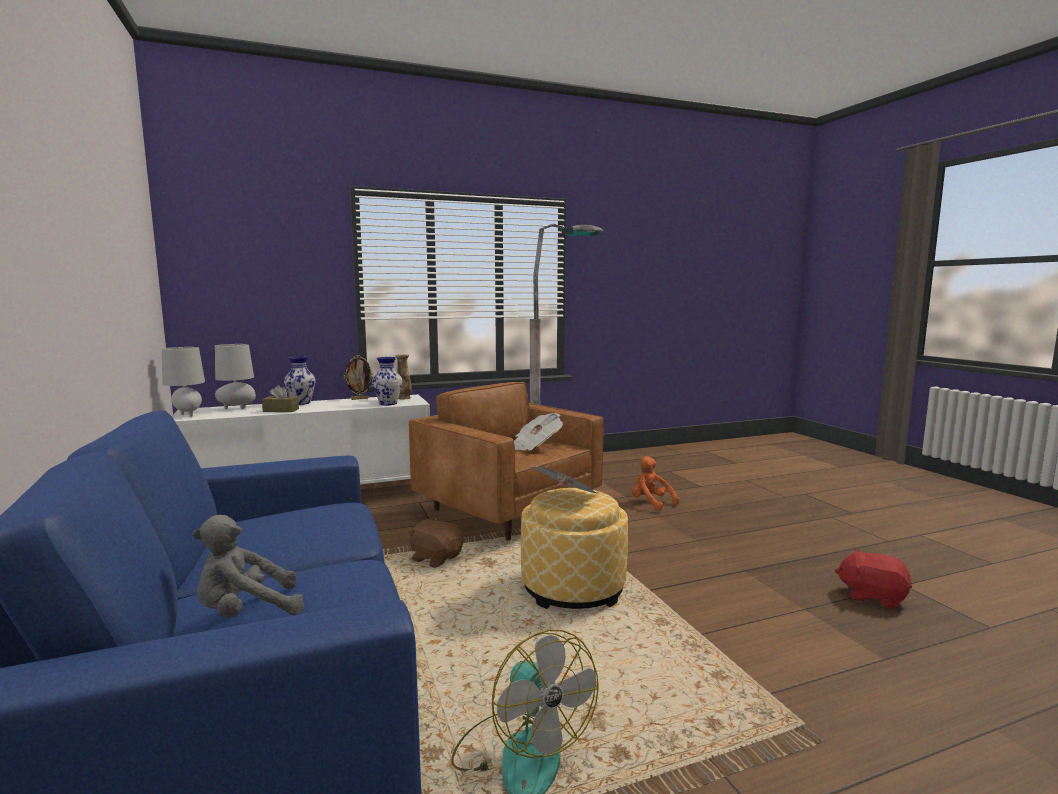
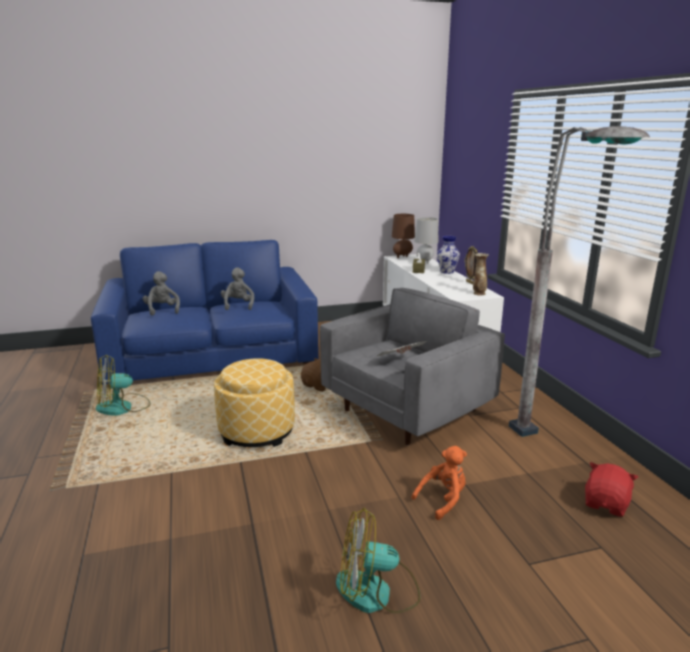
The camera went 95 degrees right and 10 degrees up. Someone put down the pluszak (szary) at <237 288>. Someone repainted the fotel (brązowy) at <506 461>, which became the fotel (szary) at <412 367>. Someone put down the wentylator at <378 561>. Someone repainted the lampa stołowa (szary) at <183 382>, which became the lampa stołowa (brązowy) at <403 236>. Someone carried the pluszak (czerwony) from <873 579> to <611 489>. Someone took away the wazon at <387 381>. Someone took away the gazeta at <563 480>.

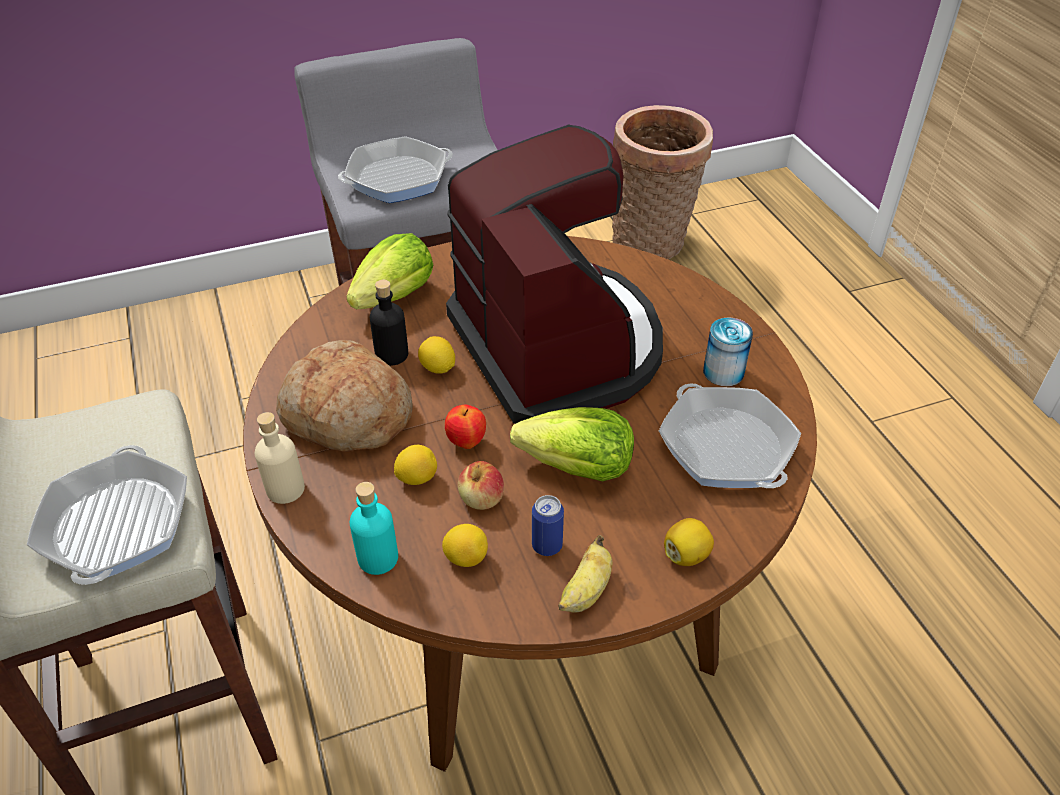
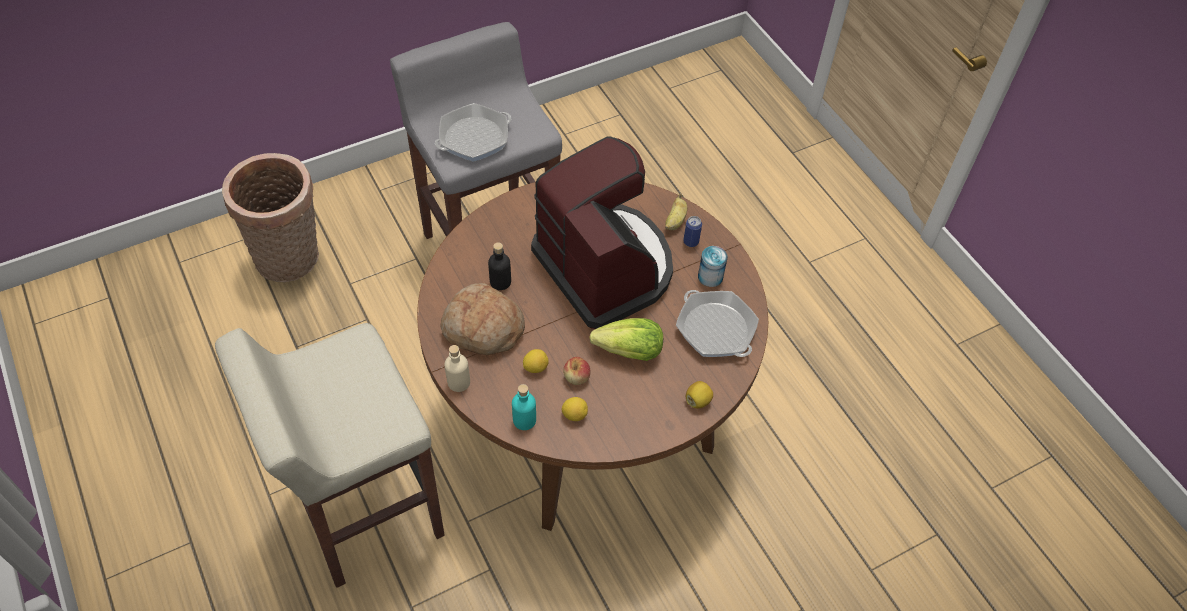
The camera went 10 degrees left and 10 degrees up. Someone carried the koszyk from <662 182> to <270 217>. Someone carried the banan from <585 573> to <676 212>. Someone carried the puszka from <548 525> to <692 231>. Someone took away the patelnia at <107 515>. Someone took away the sałata at <389 271>. Someone took away the cytryna at <436 355>. Someone took away the jabłko at <465 426>.

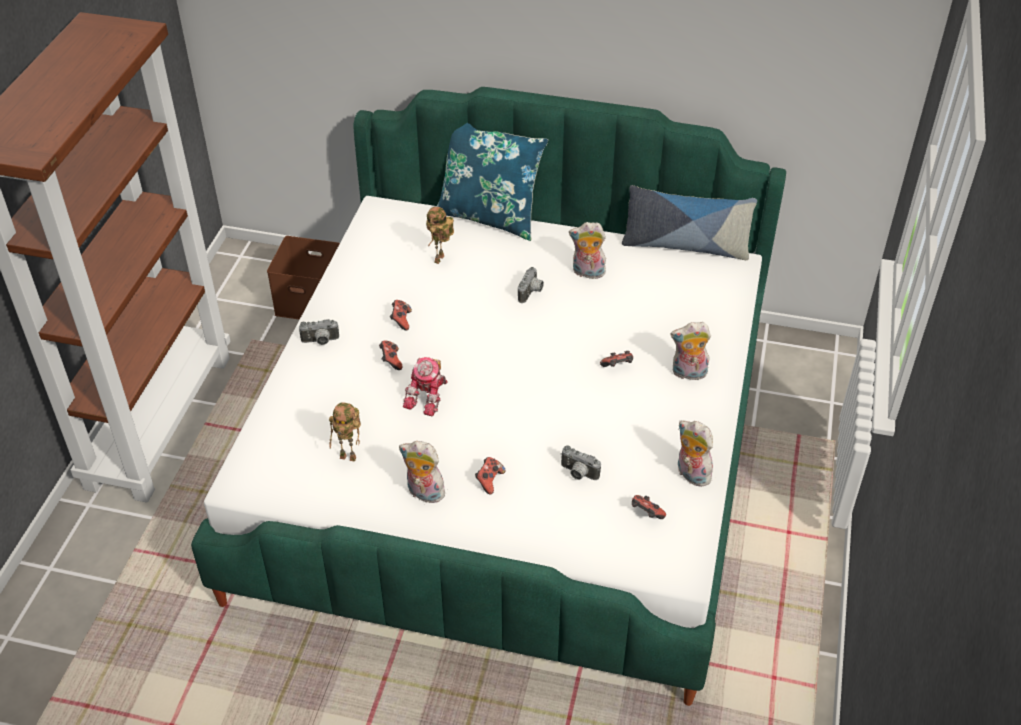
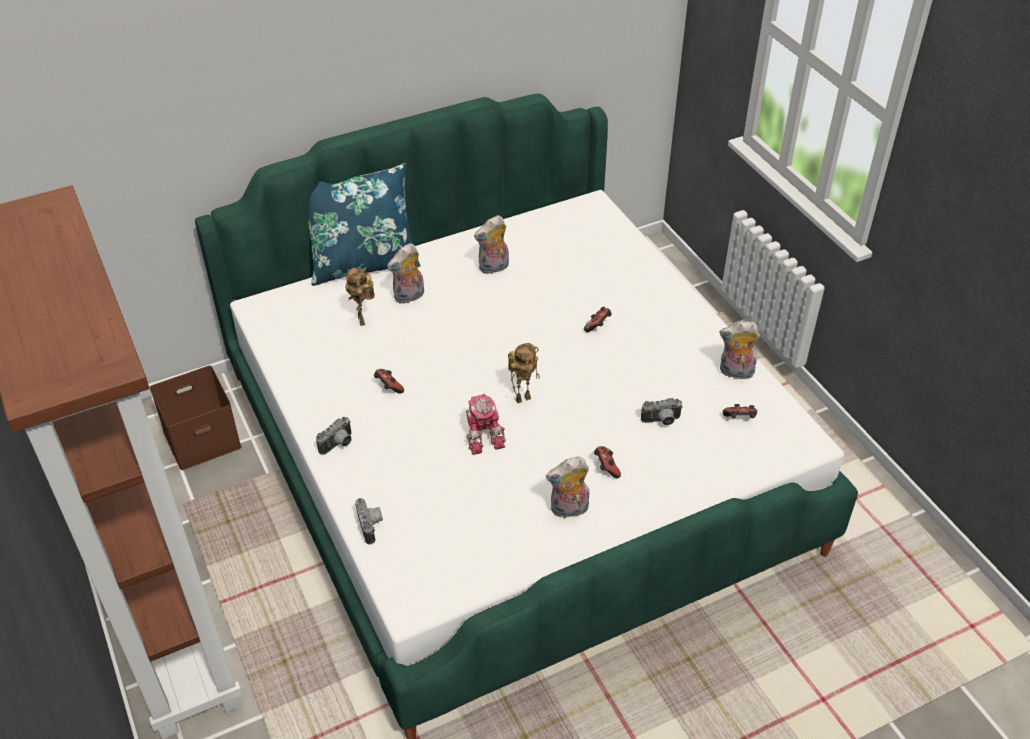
The camera went 40 degrees left and 0 degrees up. Someone carried the aparat fotograficzny from <531 285> to <369 521>. Someone carried the pluszak from <690 351> to <405 273>. Someone carried the robot zabawkowy from <345 432> to <524 373>. Someone took away the pad do gier at <391 355>. Someone took away the poduszka at <689 222>.

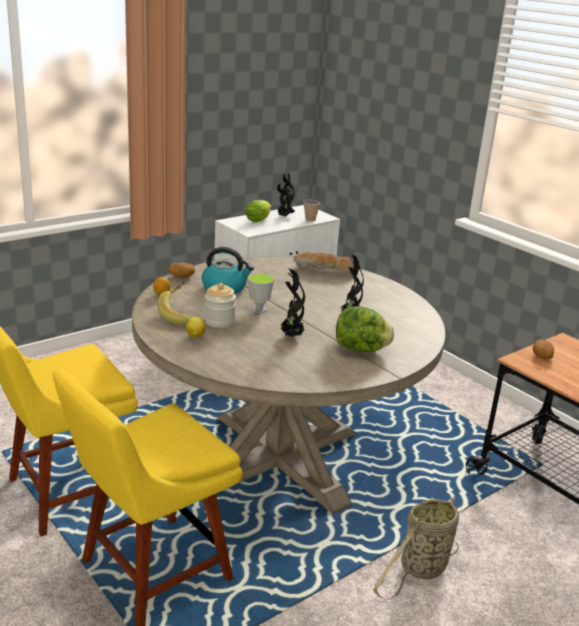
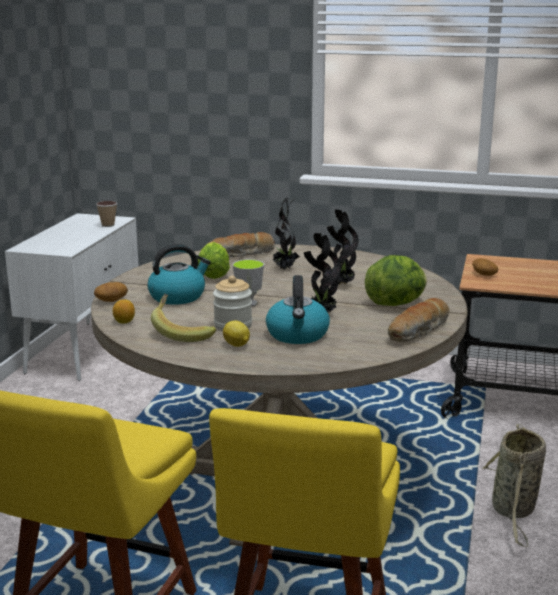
The camera went 35 degrees left and 5 degrees down. Someone carried the sałata from <258 211> to <213 260>. Someone put down the czajnik at <298 309>. Someone carried the roślina doniczkowa from <286 195> to <286 234>. Someone put down the chleb at <418 320>.

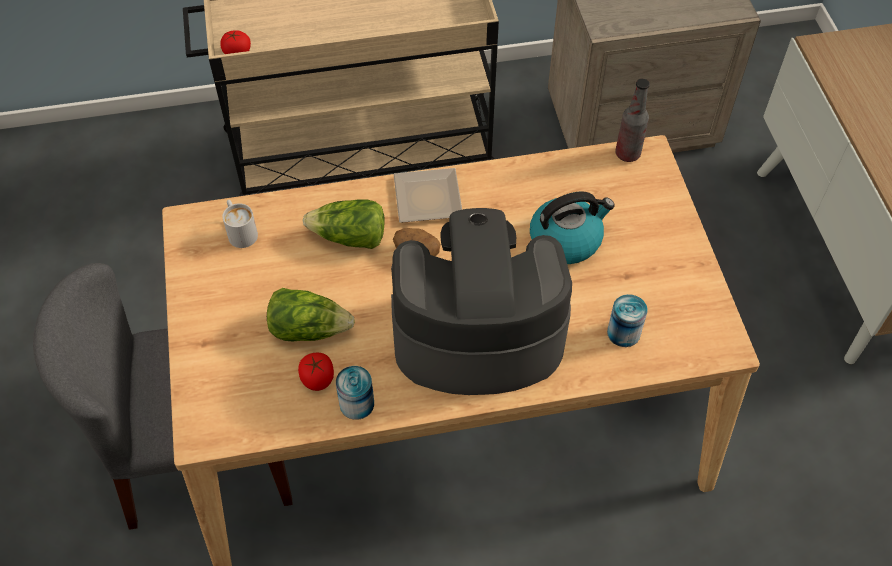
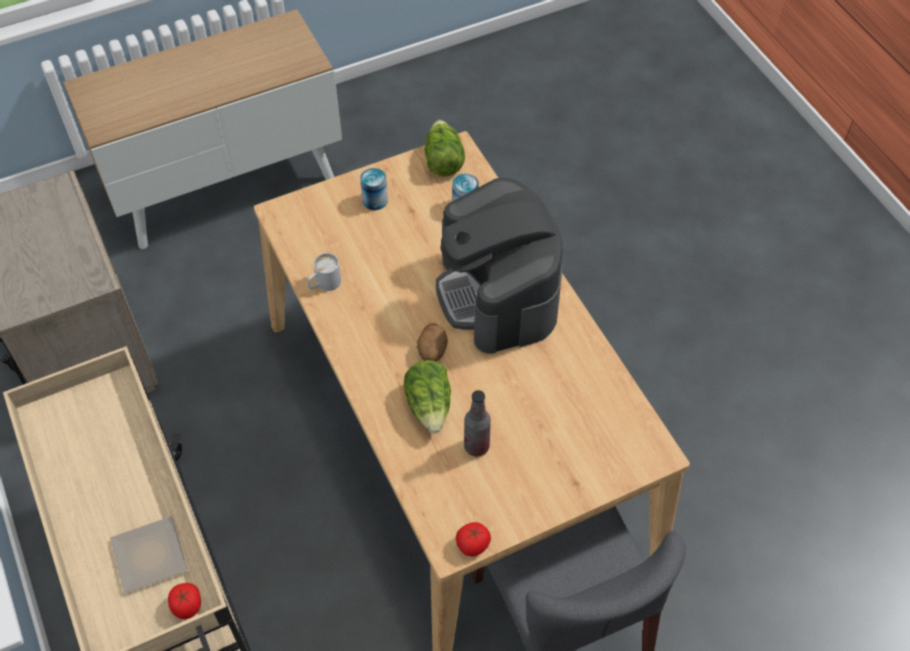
The camera went 105 degrees left and 0 degrees up. Someone carried the talerz from <427 195> to <148 554>. Someone carried the kubek (biały) from <240 224> to <324 272>. Someone carried the puszka from <355 393> to <374 189>. Someone carried the sałata from <311 314> to <444 148>. Someone carried the pomidor from <316 372> to <473 539>. Someone carried the butelka from <632 120> to <477 423>. Someone took away the czajnik at <572 227>.

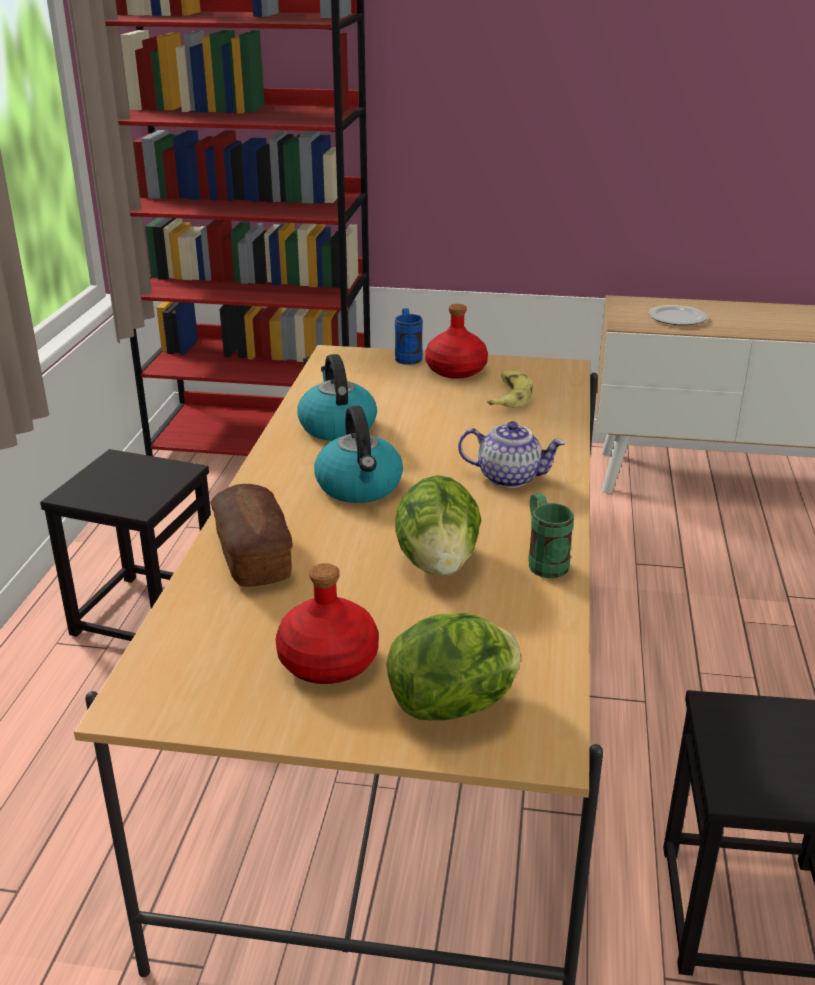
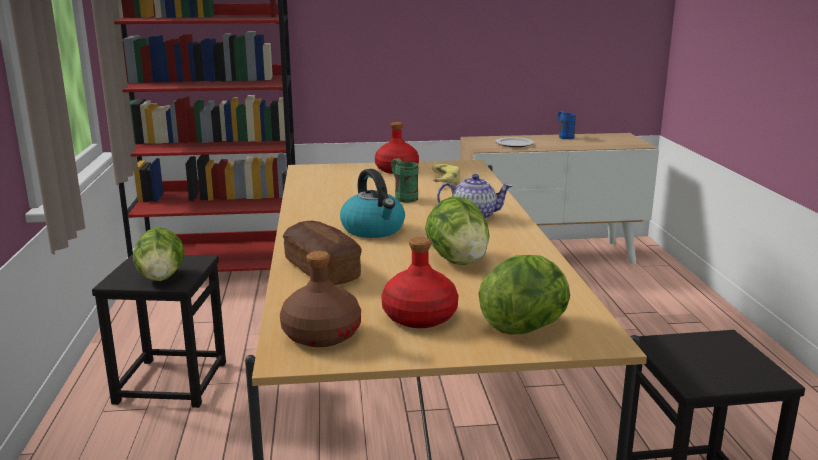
The camera went 15 degrees left and 10 degrees down. Someone put down the sałata at <159 254>. Someone put down the butelka (brązowy) at <320 299>. Someone carried the kubek (zielony) from <551 535> to <404 180>. Someone carried the kubek (niebieski) from <409 336> to <567 125>. Someone took away the czajnik at <337 397>.

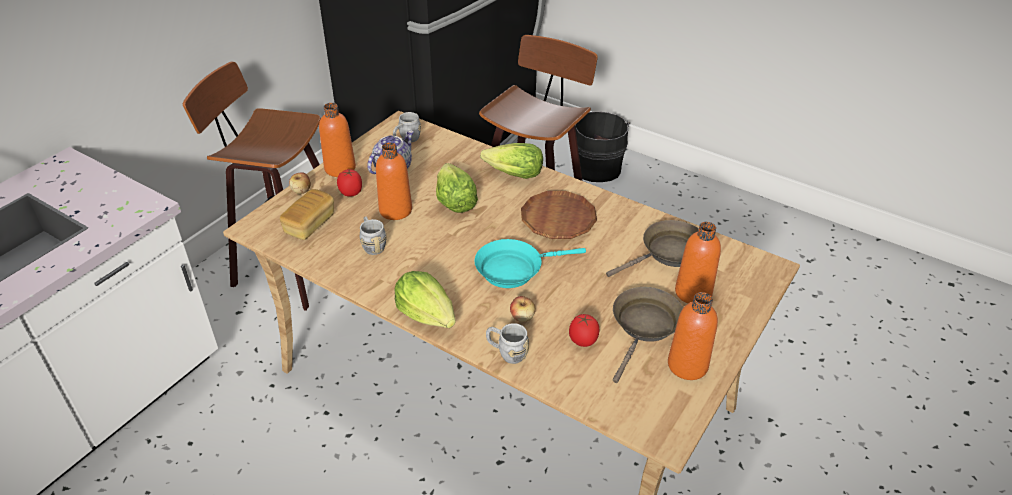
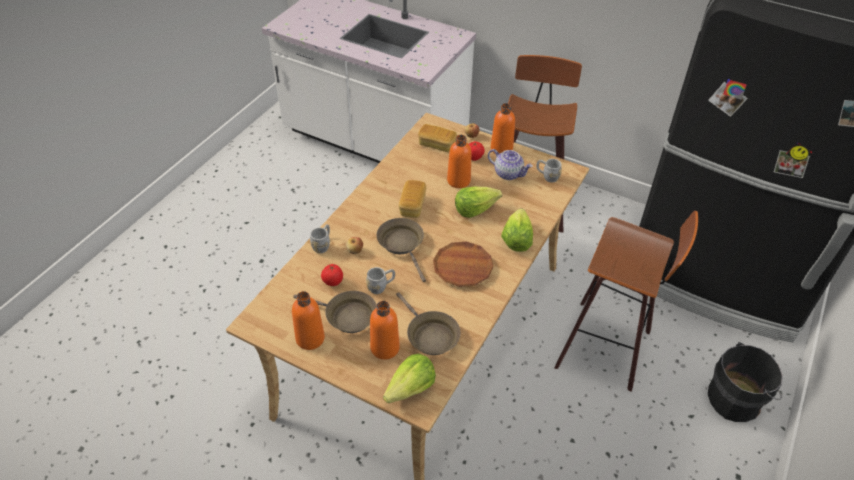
The camera went 85 degrees right and 5 degrees up. Someone carried the kubek (szary) from <373 235> to <380 280>. Someone repainted the patelnia (turkusowy) at <530 263>, which became the patelnia (brązowy) at <401 250>. Someone carried the sałata from <425 299> to <409 378>. Someone put down the chleb at <412 199>.

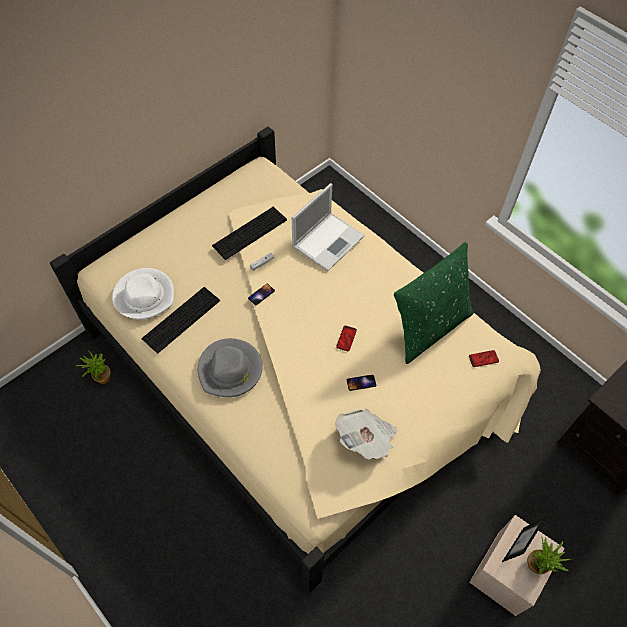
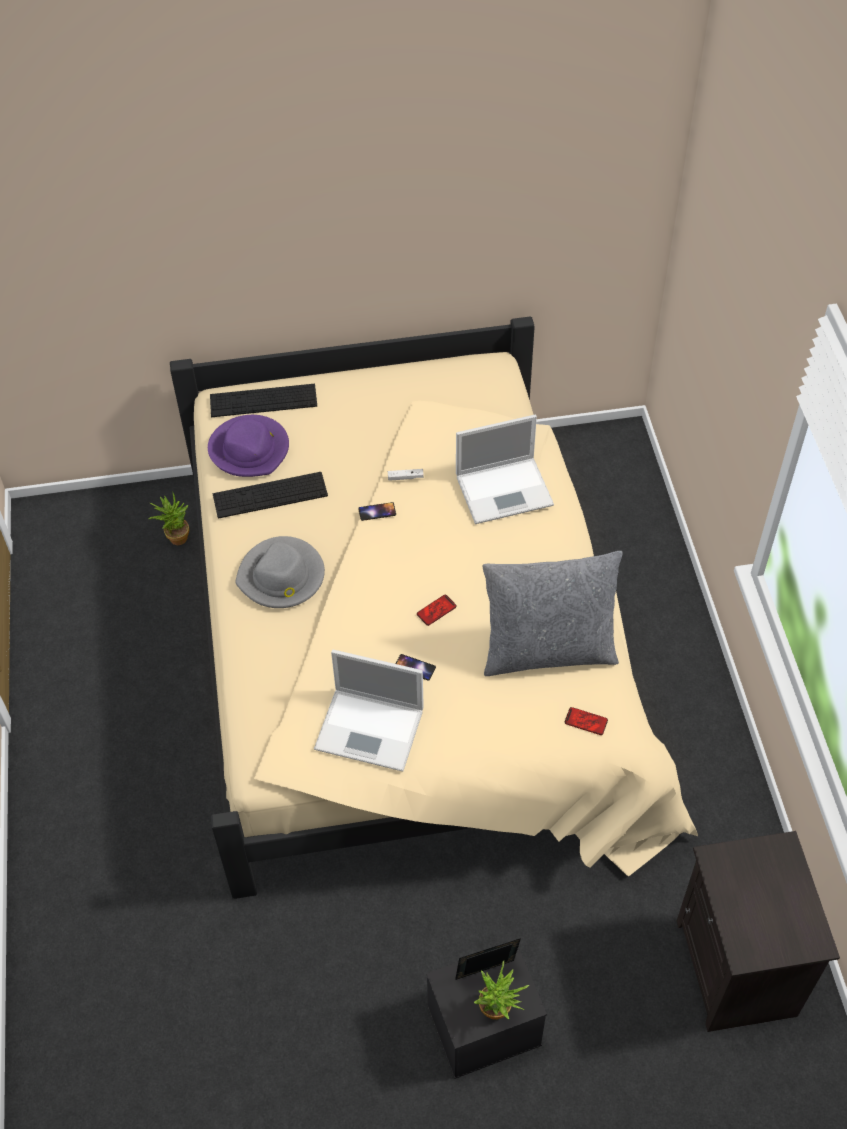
The camera went 35 degrees right and 5 degrees down. Someone repainted the kapelusz (biały) at <143 294>, which became the kapelusz (fioletowy) at <248 446>. Someone carried the klawiatura from <249 233> to <263 400>. Someone swapped the gazeta at <366 434> for the laptop at <369 711>. Someone repainted the pojemnik do przechowywania (beżowy) at <517 565>, which became the pojemnik do przechowywania (czarny) at <486 1013>. Someone repainted the poduszka (zielony) at <434 302>, which became the poduszka (szary) at <552 613>.

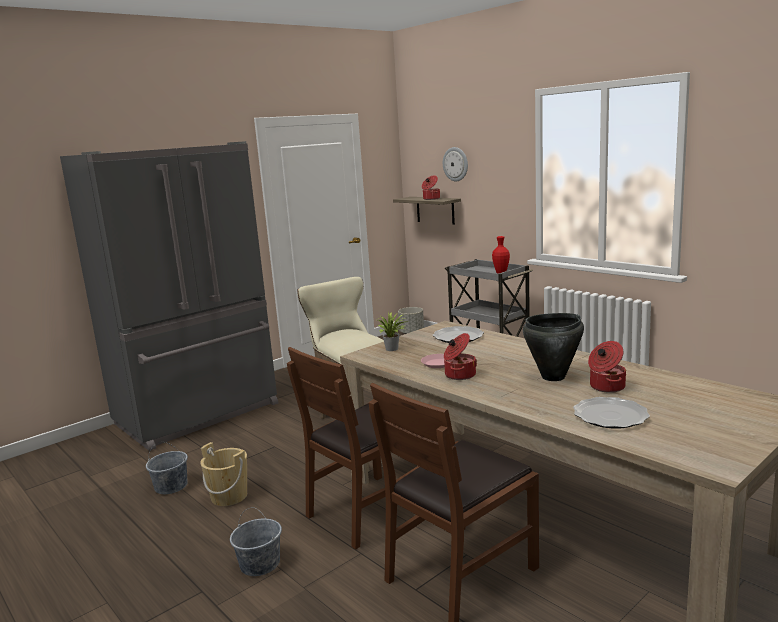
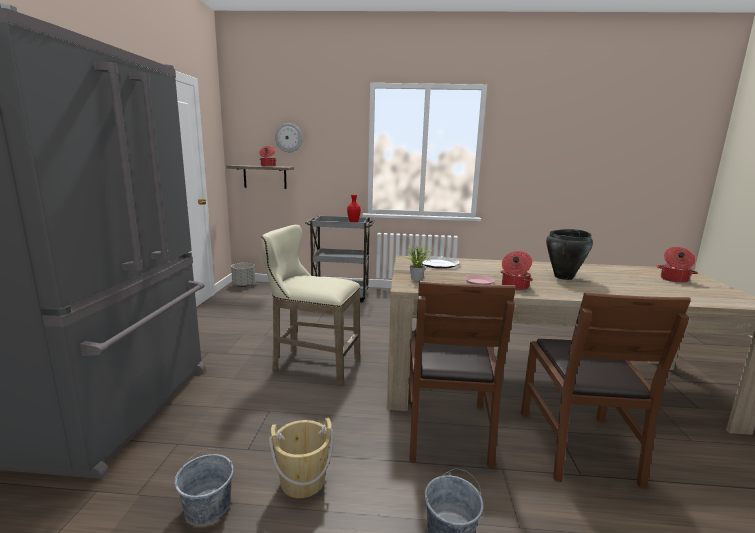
The camera went 45 degrees left and 0 degrees up. Someone carried the garnek from <607 367> to <677 265>. Someone took away the talerz at <611 413>.

